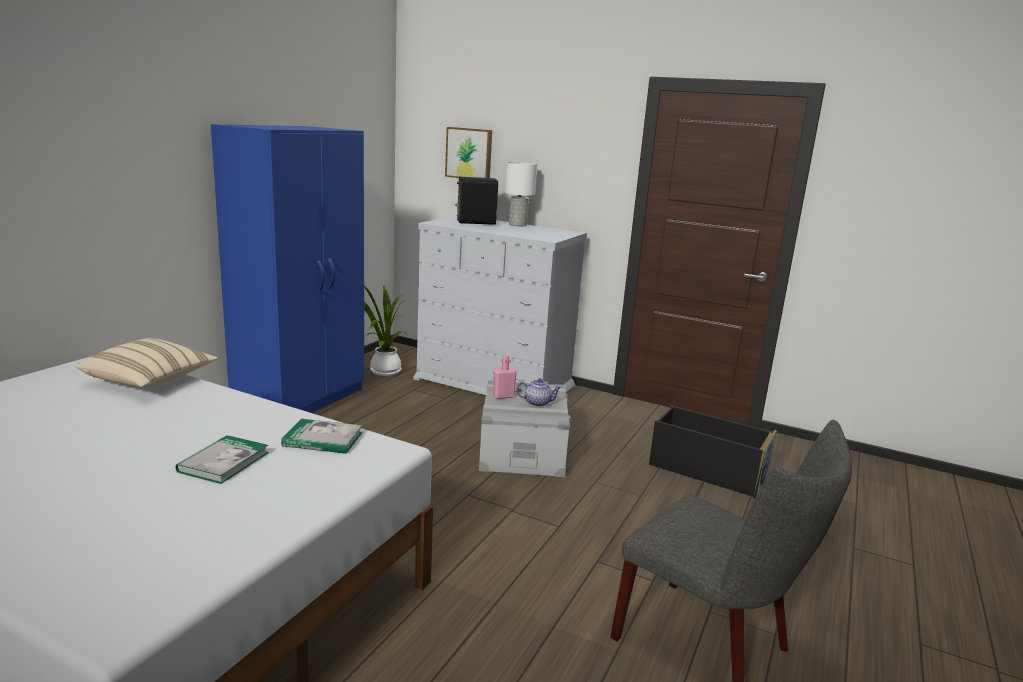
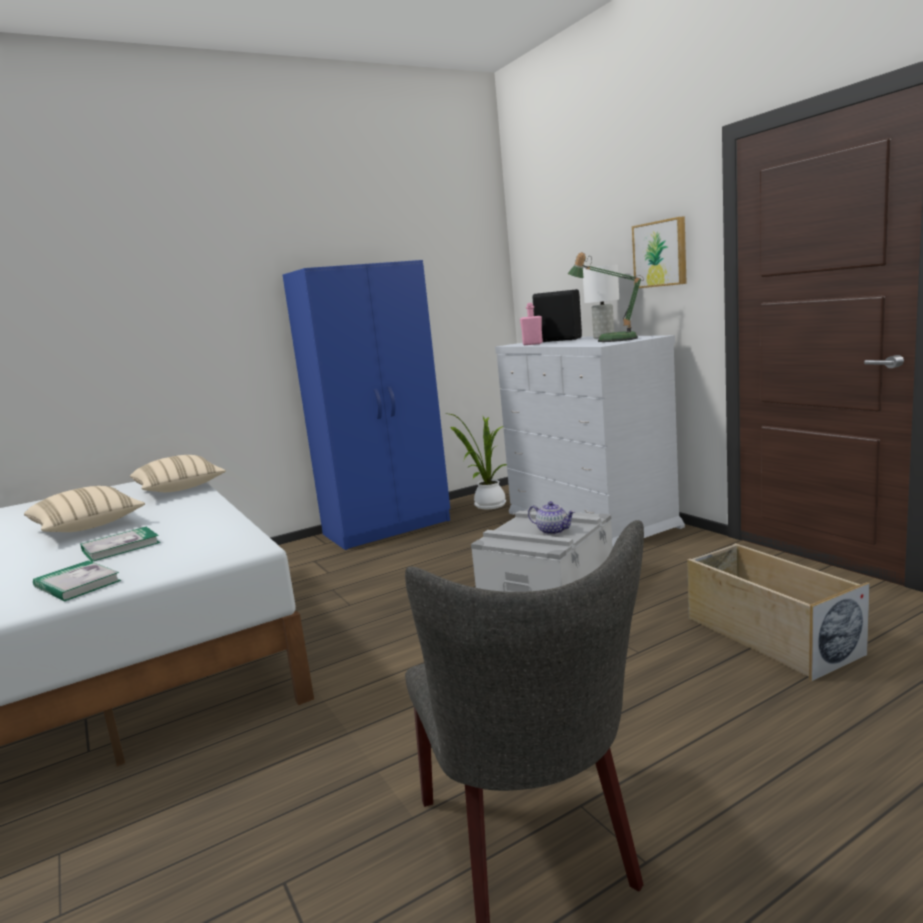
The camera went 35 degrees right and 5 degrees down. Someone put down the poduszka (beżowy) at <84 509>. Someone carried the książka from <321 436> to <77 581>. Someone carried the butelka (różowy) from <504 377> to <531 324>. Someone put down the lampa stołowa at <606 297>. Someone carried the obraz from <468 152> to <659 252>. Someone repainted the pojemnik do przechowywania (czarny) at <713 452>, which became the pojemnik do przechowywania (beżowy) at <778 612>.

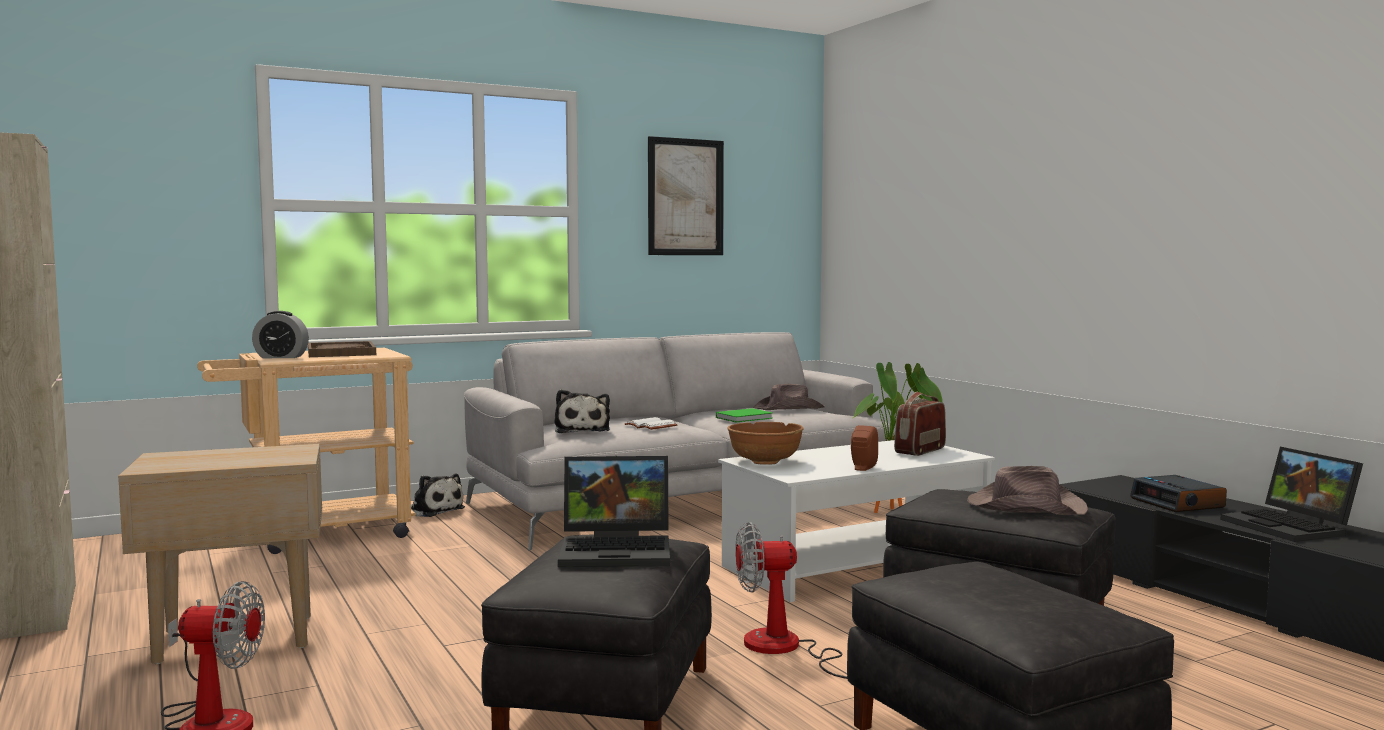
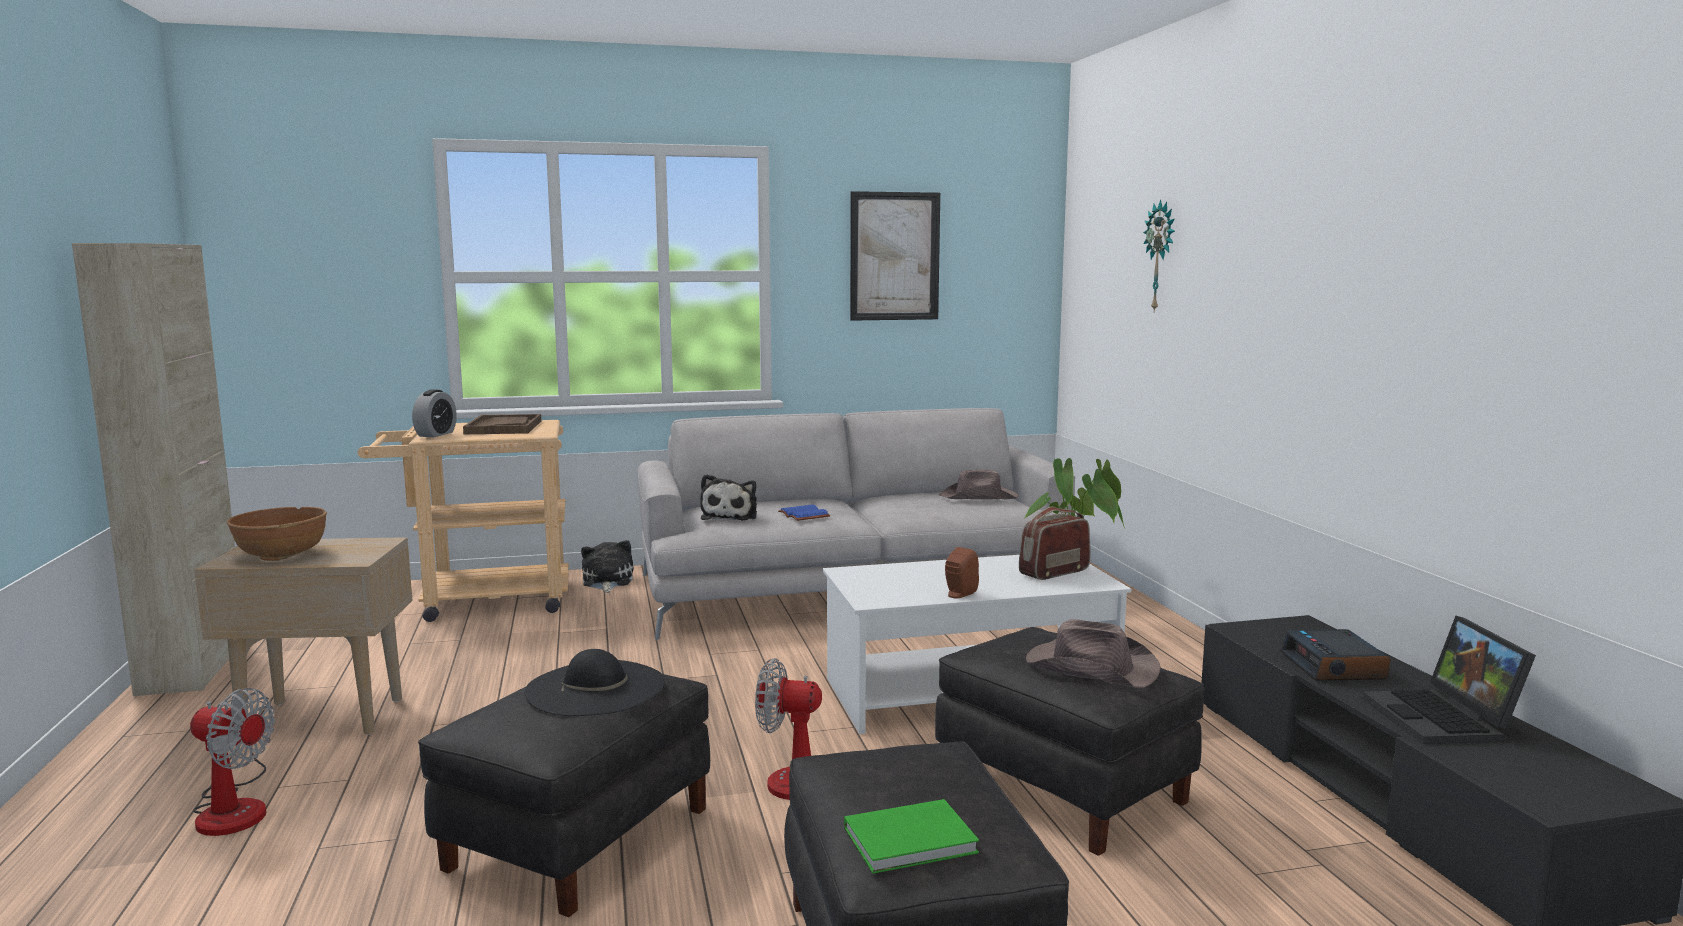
The camera went 15 degrees right and 5 degrees up. Someone carried the miska (brązowy) from <765 443> to <277 534>. Someone rotated the budzik at <280 334> by 90 degrees counterclockwise. Someone swapped the laptop at <614 511> for the kapelusz (czarny) at <595 682>. Someone rotated the pluszak at <438 495> by 150 degrees counterclockwise. Someone repainted the książka (biały) at <651 423>, which became the książka (niebieski) at <804 513>. Someone carried the książka (zielony) from <744 415> to <911 836>. Someone put up the zegar ścienny at <1159 256>.

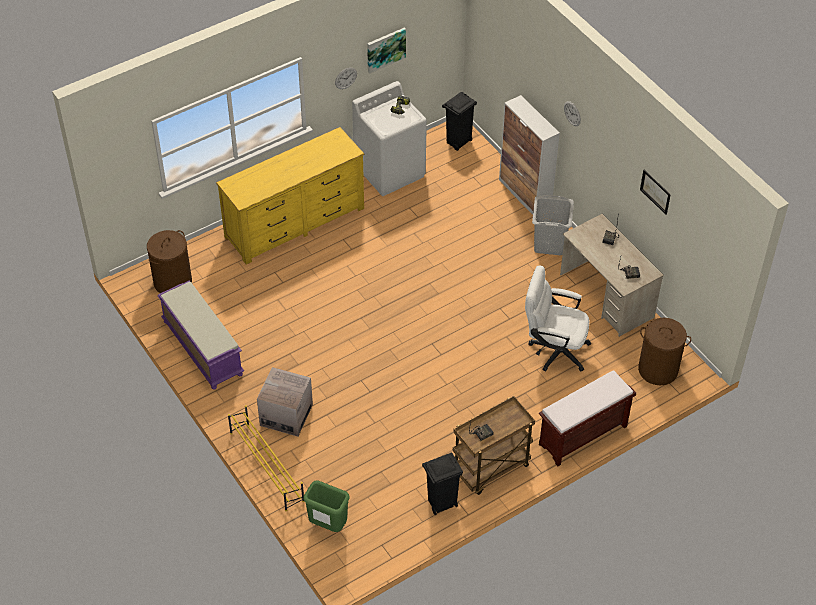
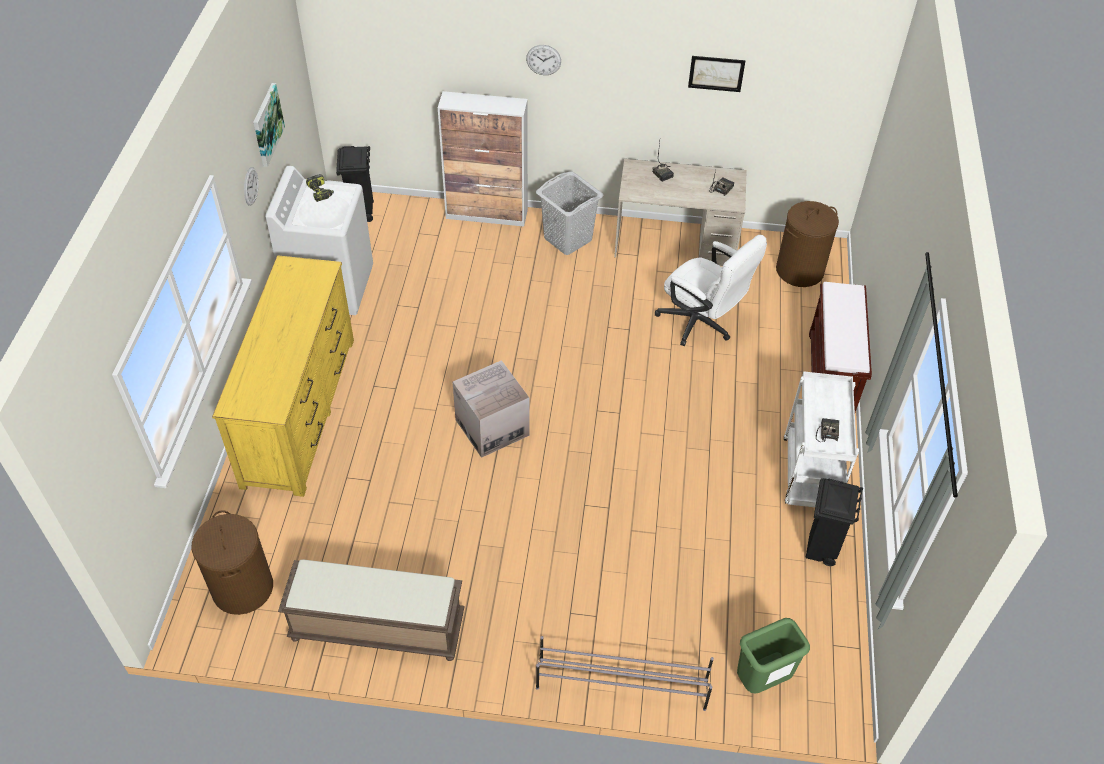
The camera went 50 degrees left and 0 degrees up. Someone repainted the ławka (fioletowy) at <200 335>, which became the ławka (brązowy) at <371 610>. Someone carried the karton from <285 401> to <491 409>. Someone repainted the regał na buty (żółty) at <266 458>, which became the regał na buty (szary) at <625 673>. Someone rotated the krzesło biurowe (biały) at <558 319> by 105 degrees counterclockwise. Someone repainted the wózek (brązowy) at <494 445>, which became the wózek (biały) at <821 439>.

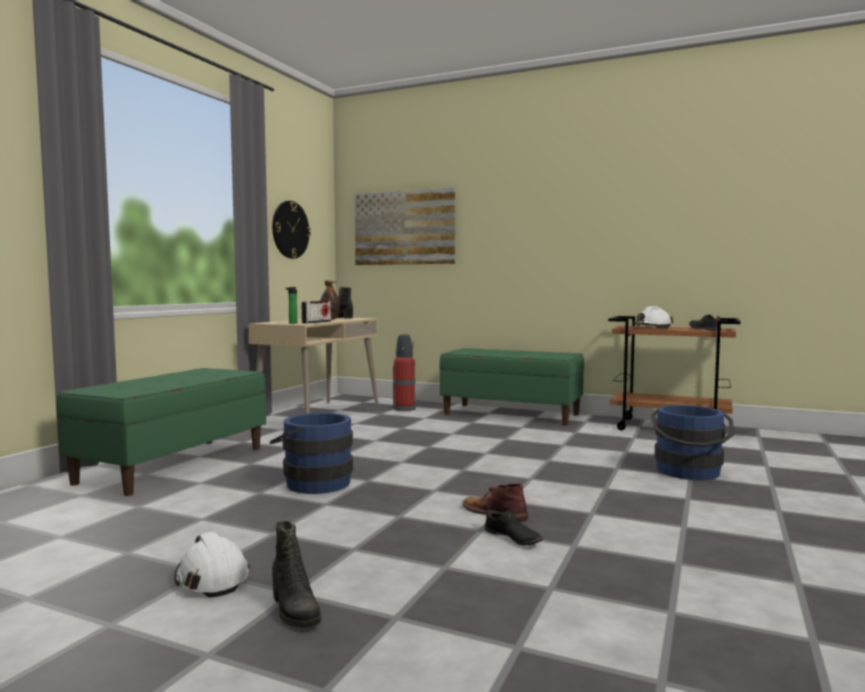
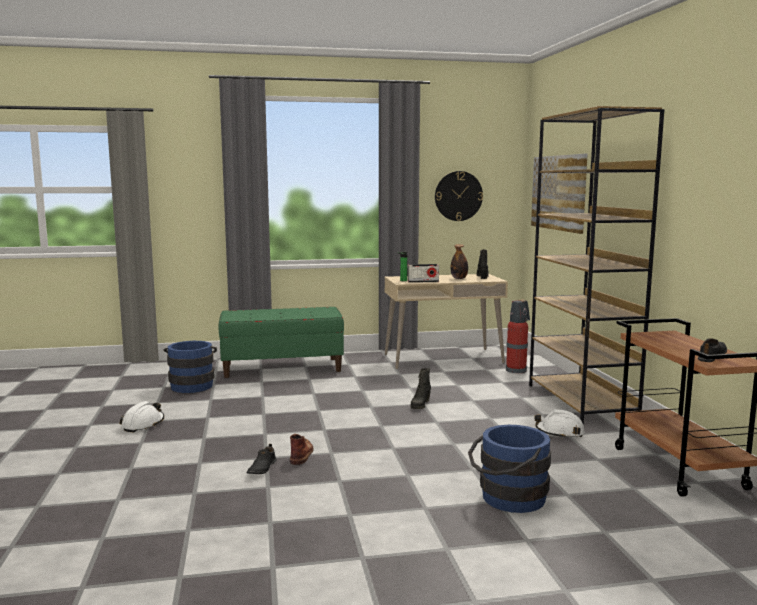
The camera went 55 degrees right and 5 degrees up. Someone carried the wiadro (niebieski) from <311 453> to <190 367>. Someone carried the but z cholewką (czarny) from <297 574> to <420 388>. Someone swapped the ławka (zielony) at <511 386> for the regał (brązowy) at <596 265>. Someone carried the kask (biały) from <653 317> to <559 423>.

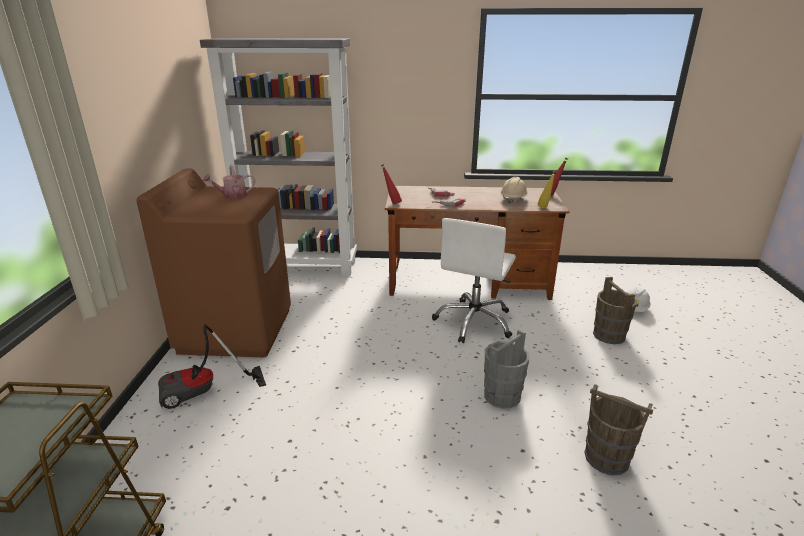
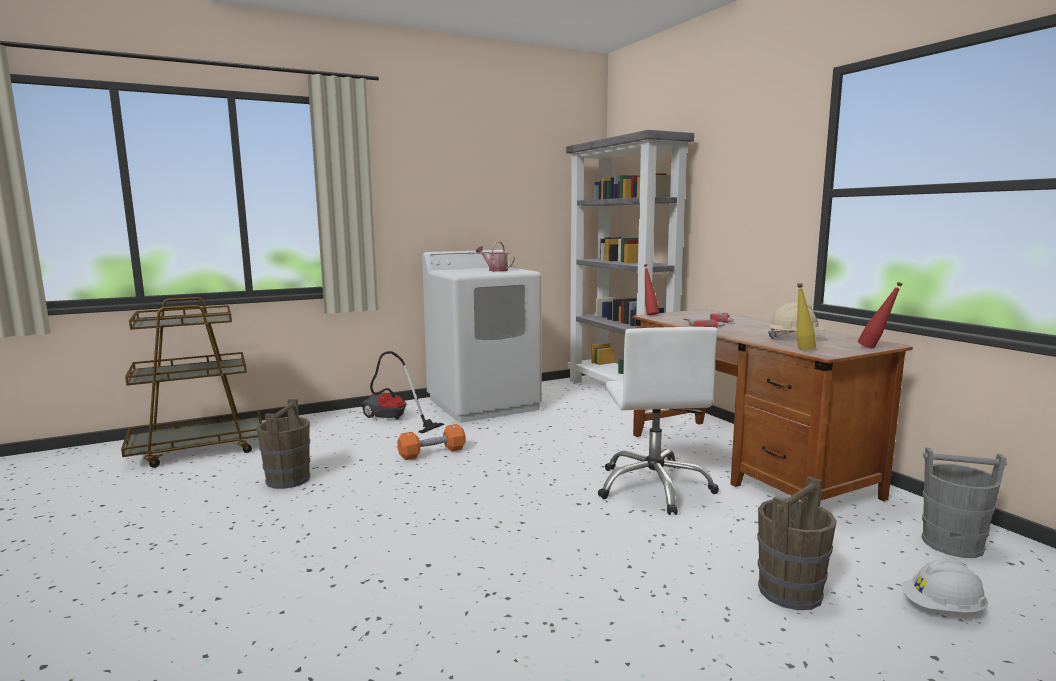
The camera went 60 degrees right and 15 degrees down. Someone carried the wiadro (brązowy) from <619 429> to <283 444>. Someone put down the hantel (pomarańczowy) at <431 442>. Someone repainted the pralka (brązowy) at <214 263>, which became the pralka (biały) at <482 336>. Someone rotated the krzesło biurowe (biały) at <474 280> by 90 degrees counterclockwise. Someone carried the wiadro (szary) from <507 368> to <964 502>.

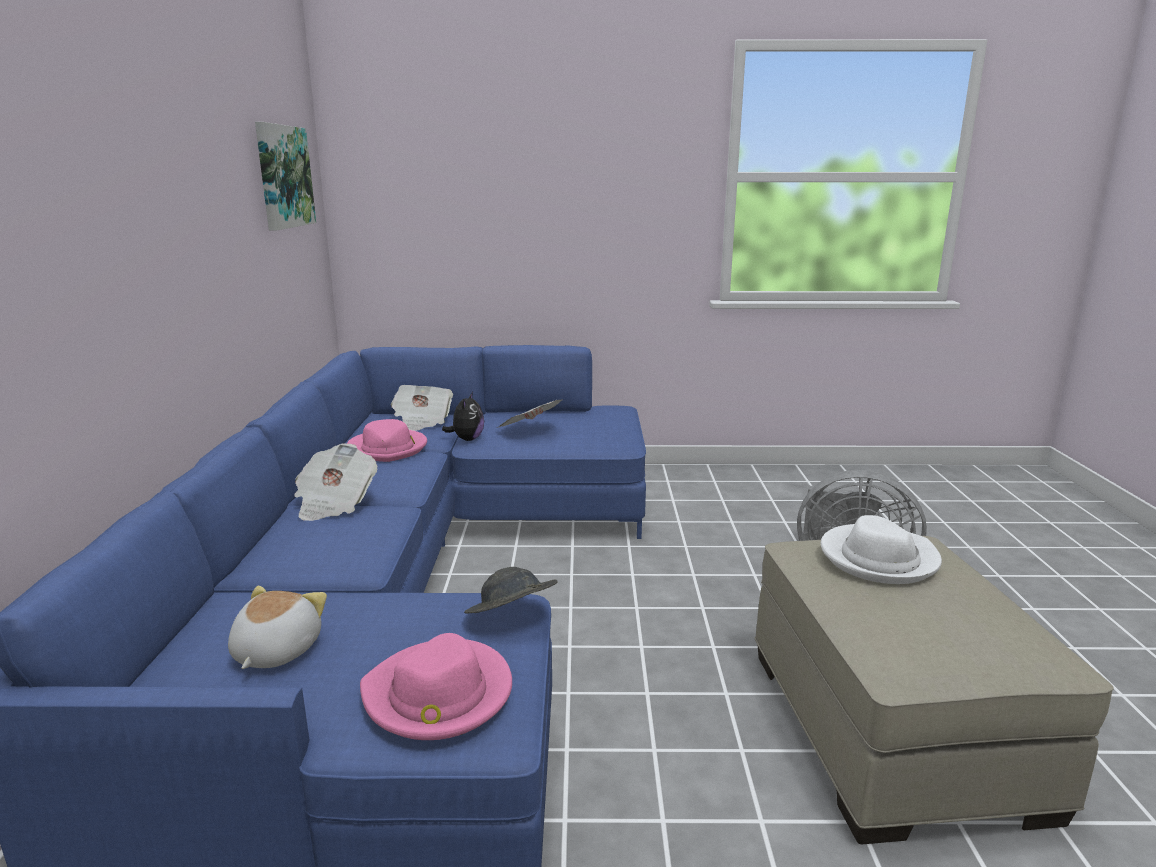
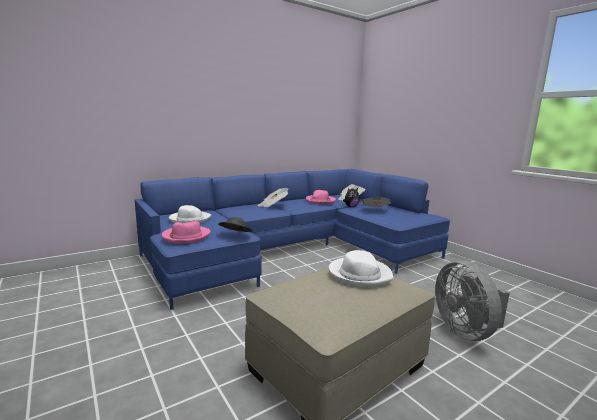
The camera went 55 degrees right and 5 degrees down. Someone swapped the pluszak at <277 627> for the kapelusz (biały) at <190 214>. Someone took away the obraz at <285 176>.

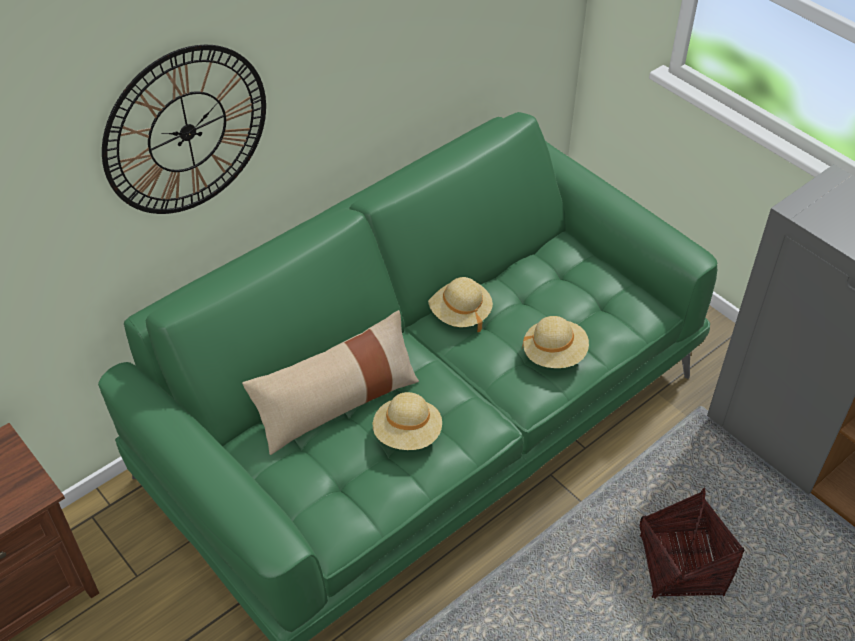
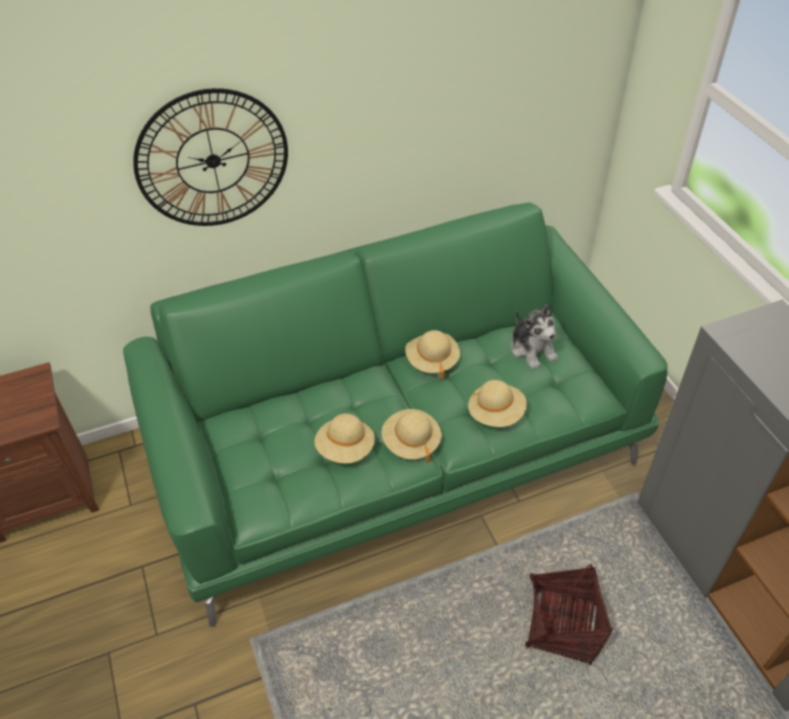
The camera went 20 degrees right and 0 degrees up. Someone put down the kapelusz (beżowy) at <412 436>. Someone put down the pluszak at <534 336>. Someone took away the poduszka (beżowy) at <330 382>.

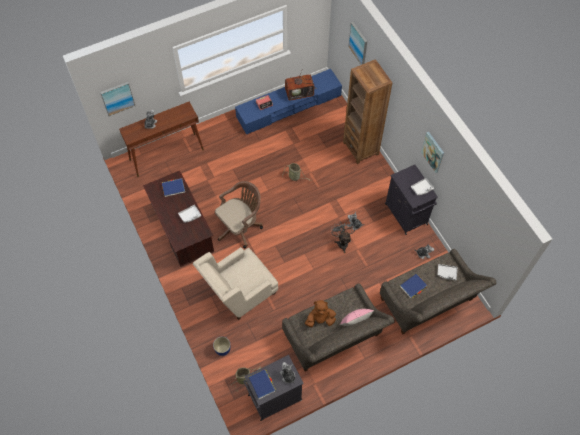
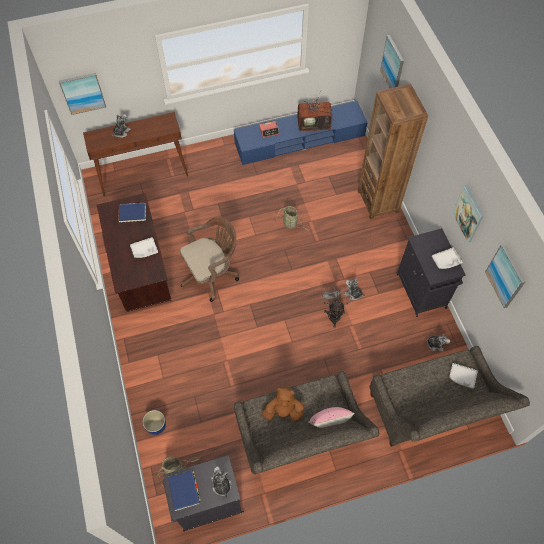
The camera went 10 degrees right and 0 degrees up. Someone put up the obraz at <505 276>. Someone took away the fotel (beżowy) at <235 283>. Someone took away the książka (niebieski) at <414 285>.

